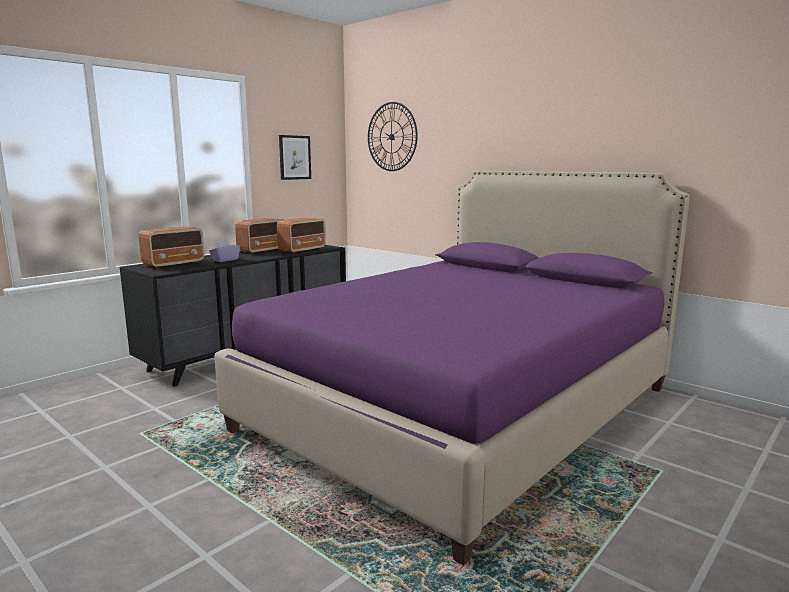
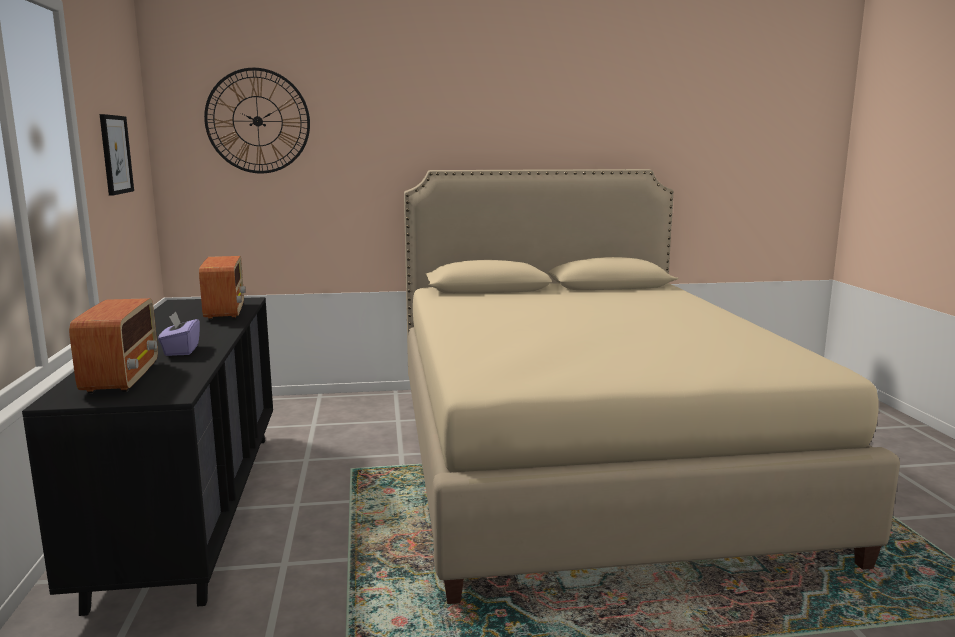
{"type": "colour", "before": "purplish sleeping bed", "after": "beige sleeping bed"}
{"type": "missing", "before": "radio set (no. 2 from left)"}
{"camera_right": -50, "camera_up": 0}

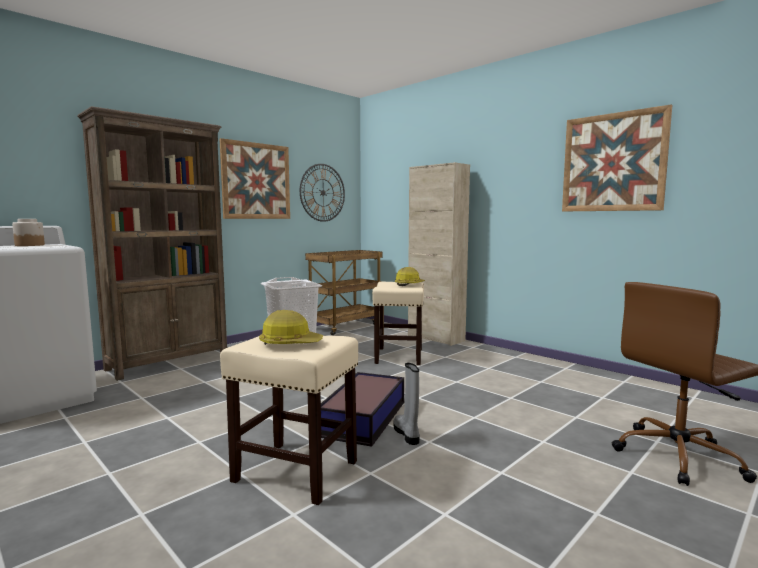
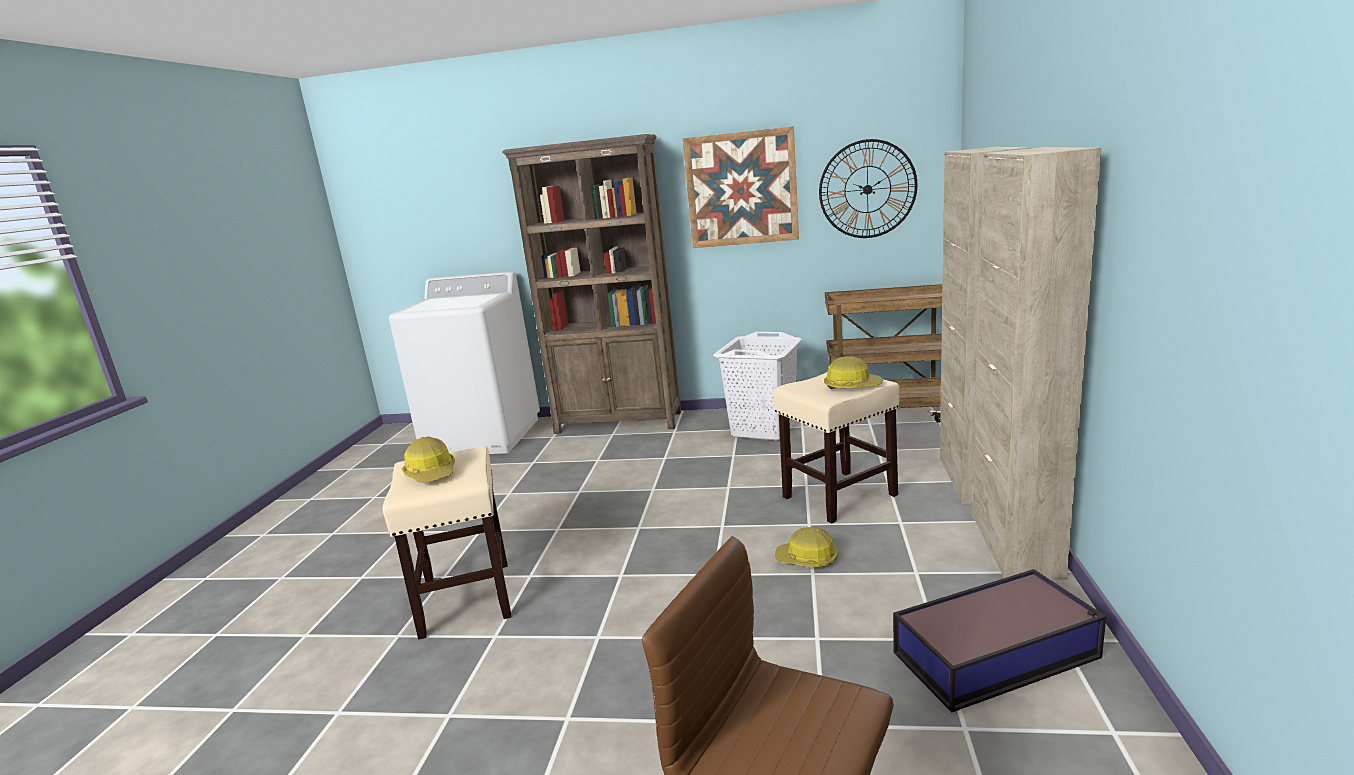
{"type": "appeared", "after": "hard hat (no. 2 from left)"}
{"type": "relocated", "before": "storage container"}
{"type": "appeared", "after": "beige cabinet (no. 2 from left)"}
{"type": "missing", "before": "jar"}
{"type": "missing", "before": "grey high-top boot"}
{"type": "missing", "before": "wall picture (no. 2 from left)"}
{"camera_right": 55, "camera_up": 10}

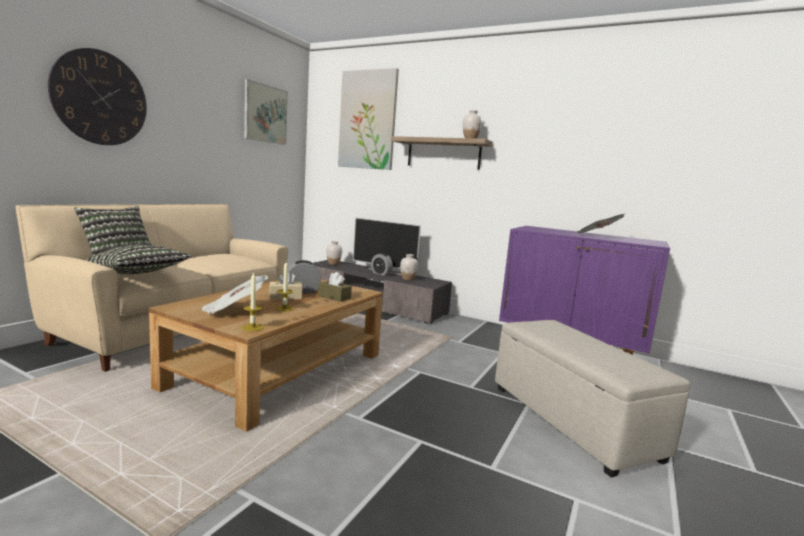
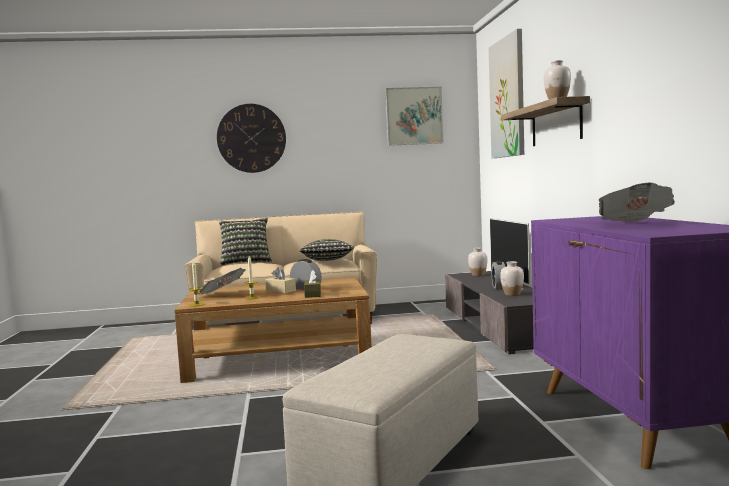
{"type": "relocated", "before": "cushion (no. 2 from left)"}
{"camera_right": 55, "camera_up": -5}

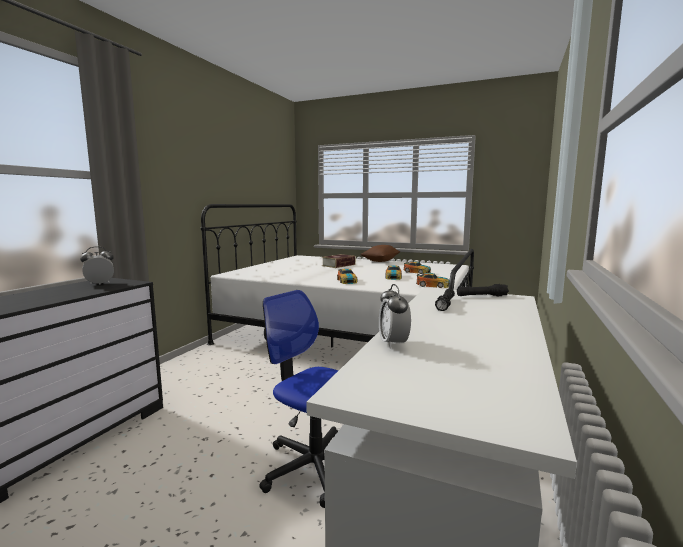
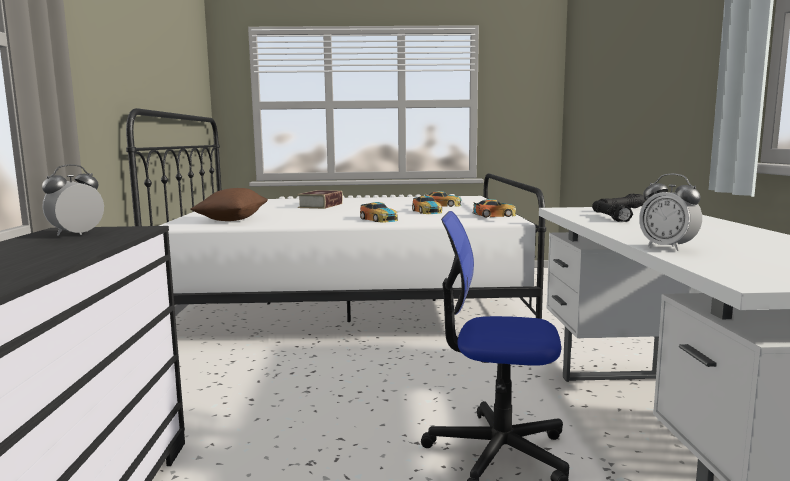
{"type": "relocated", "before": "brown-coloured cushion"}
{"camera_right": -25, "camera_up": 0}

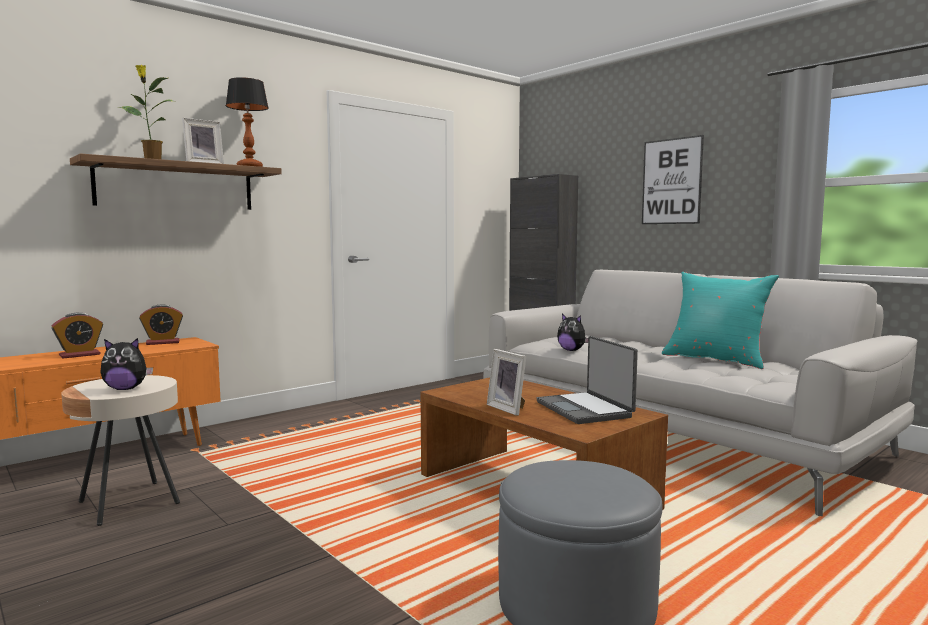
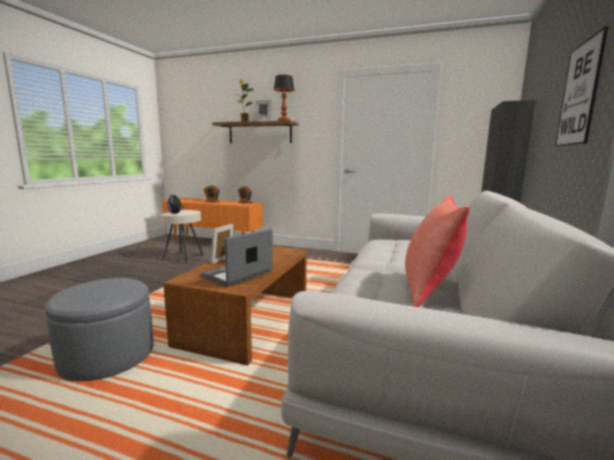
{"type": "colour", "before": "turquoise-coloured cushion", "after": "red cushion"}
{"type": "missing", "before": "cuddly toy (no. 2 from left)"}
{"camera_right": 60, "camera_up": 5}

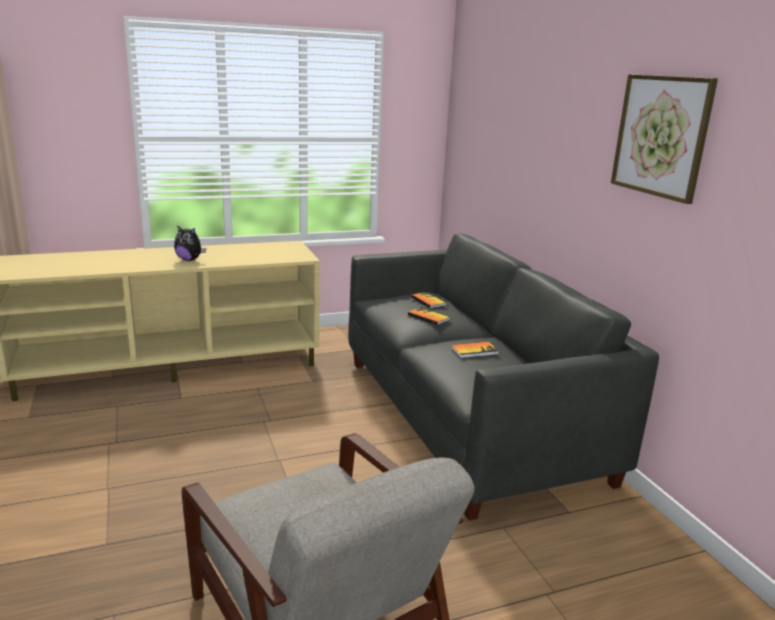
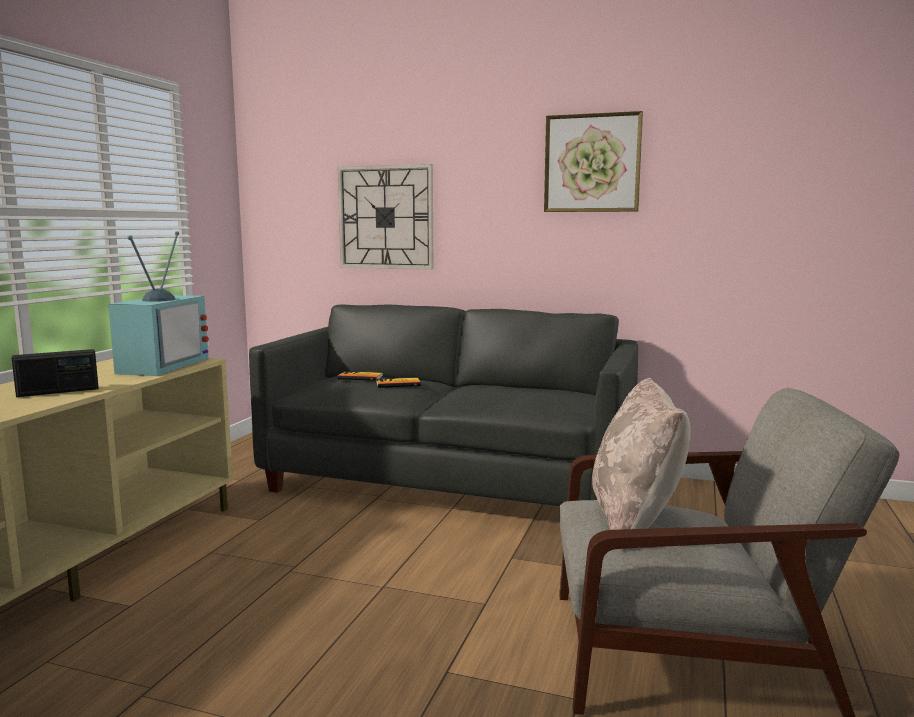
{"type": "exchanged", "before": "cuddly toy", "after": "radio set"}
{"type": "appeared", "after": "TV set"}
{"type": "appeared", "after": "wall clock"}
{"type": "appeared", "after": "beige cushion"}
{"type": "missing", "before": "bound book (no. 3 from left)"}
{"camera_right": -50, "camera_up": -10}

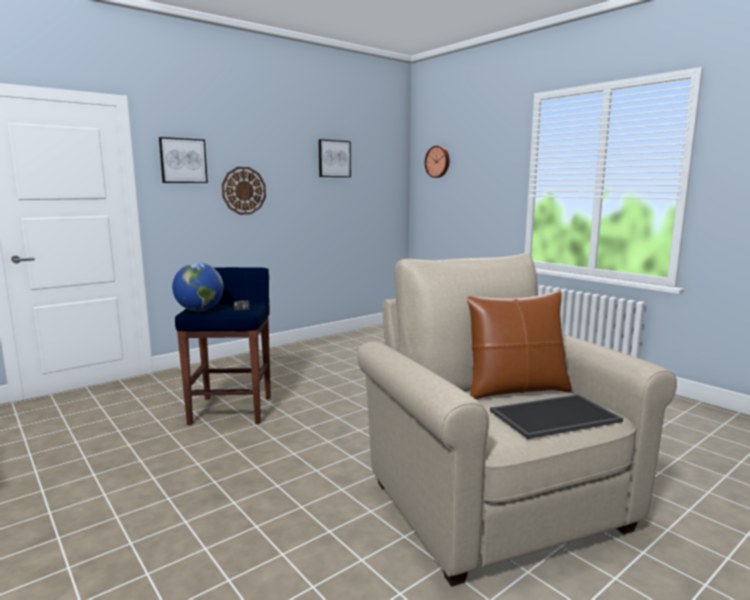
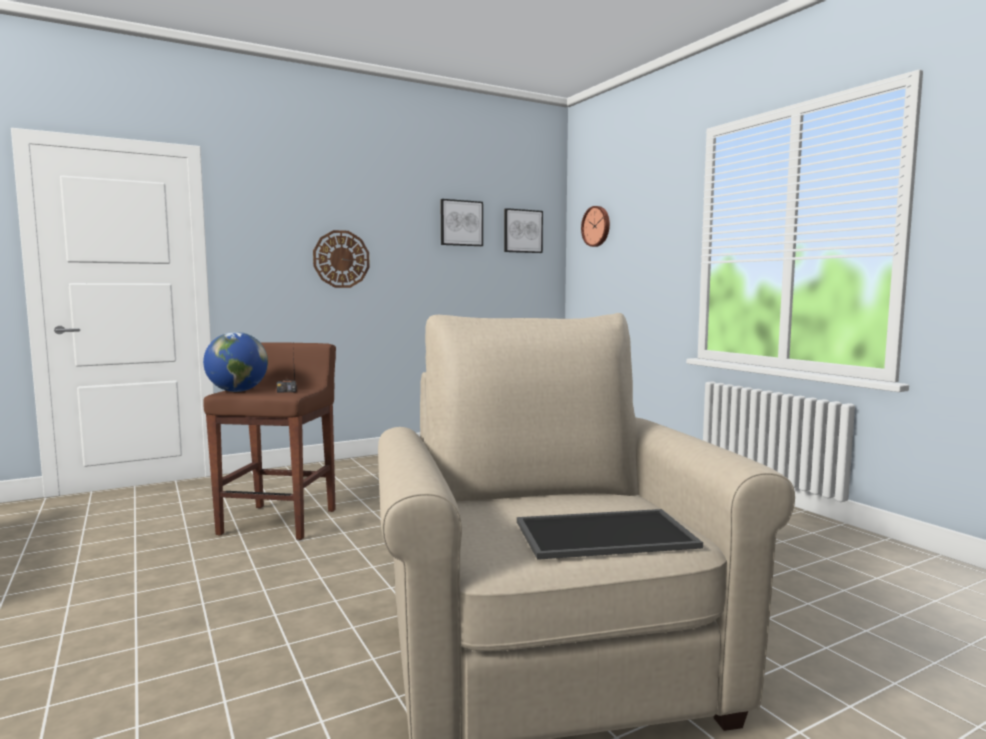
{"type": "colour", "before": "blue-coloured sitting stool", "after": "brown-coloured sitting stool"}
{"type": "relocated", "before": "wall picture (no. 1 from left in the first image)", "after": "wall picture (no. 2 from left)"}
{"type": "missing", "before": "brown-coloured cushion"}
{"camera_right": 10, "camera_up": -5}

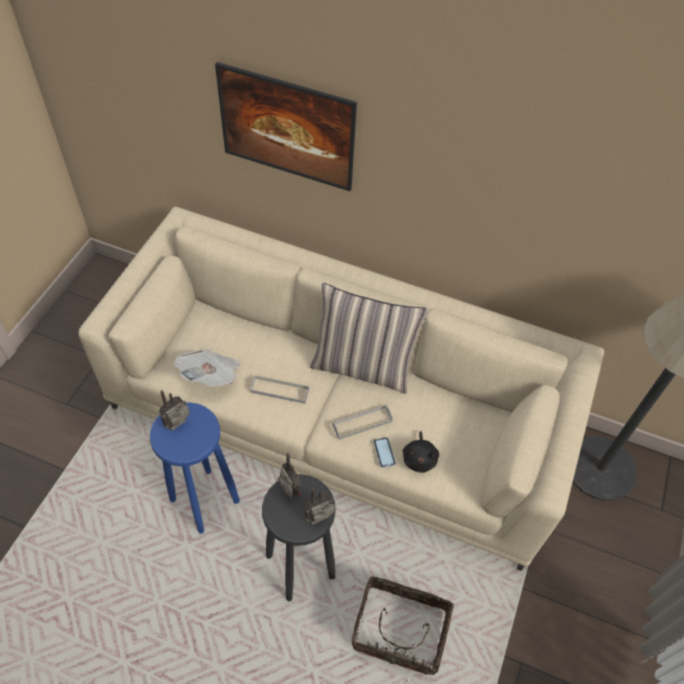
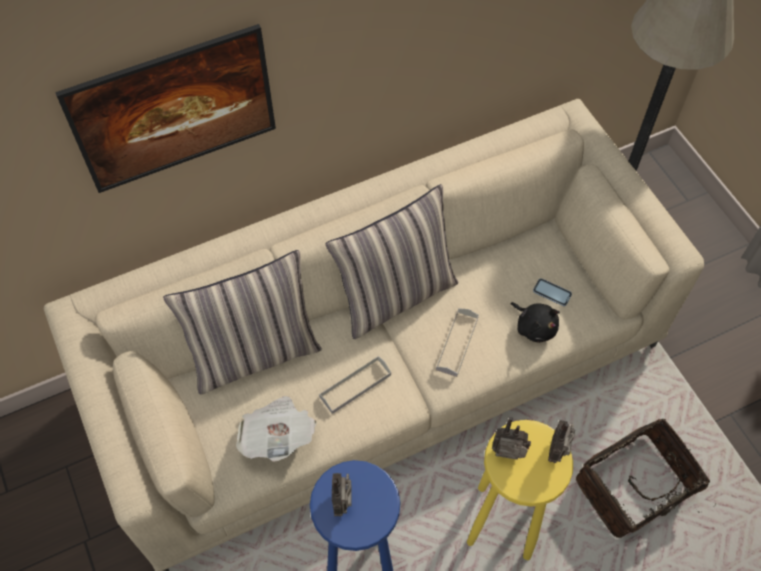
{"type": "appeared", "after": "cushion (no. 1 from left)"}
{"type": "colour", "before": "black-coloured sitting stool", "after": "yellowish sitting stool"}
{"type": "relocated", "before": "phone"}
{"camera_right": -45, "camera_up": 5}

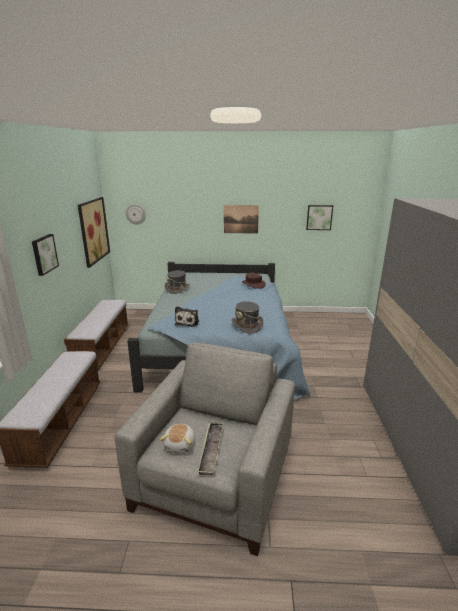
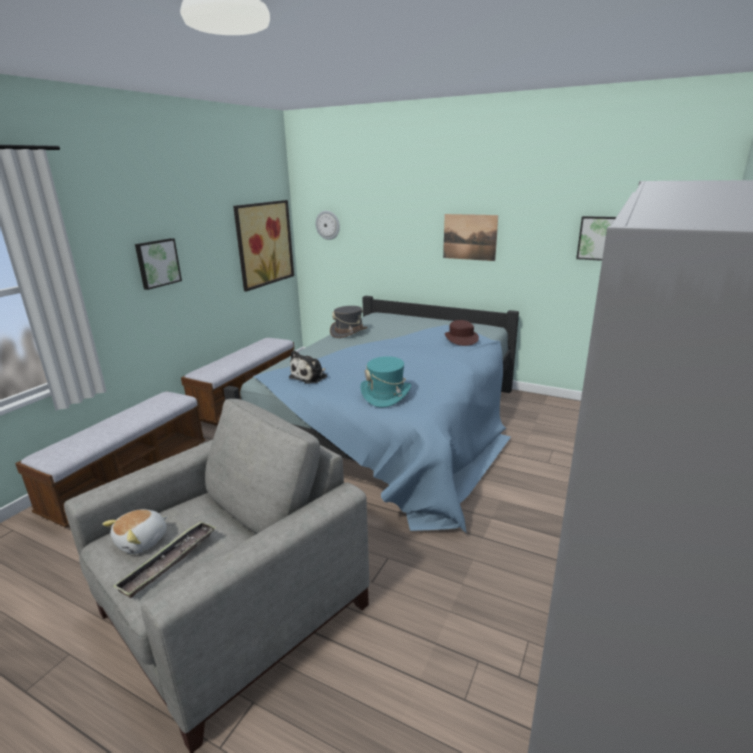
{"type": "colour", "before": "grey hat (no. 2 from left)", "after": "turquoise-coloured hat"}
{"camera_right": 25, "camera_up": 0}

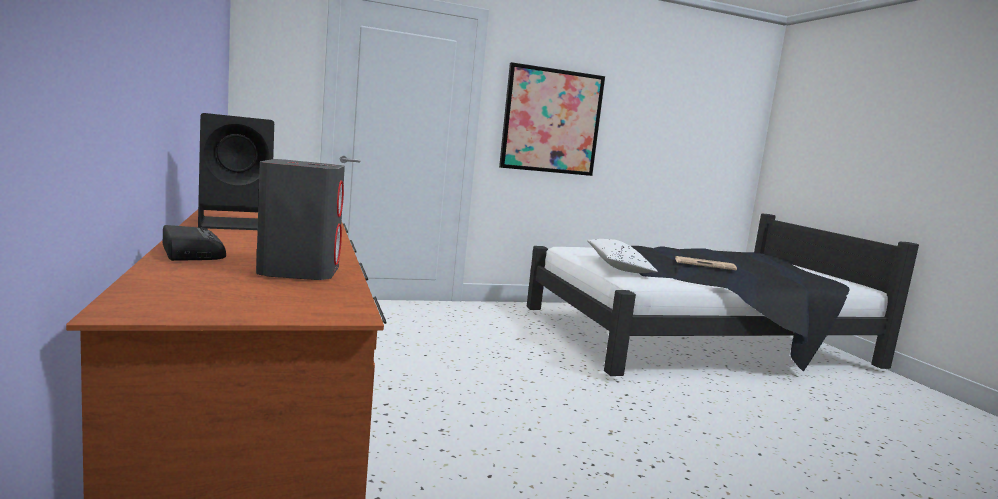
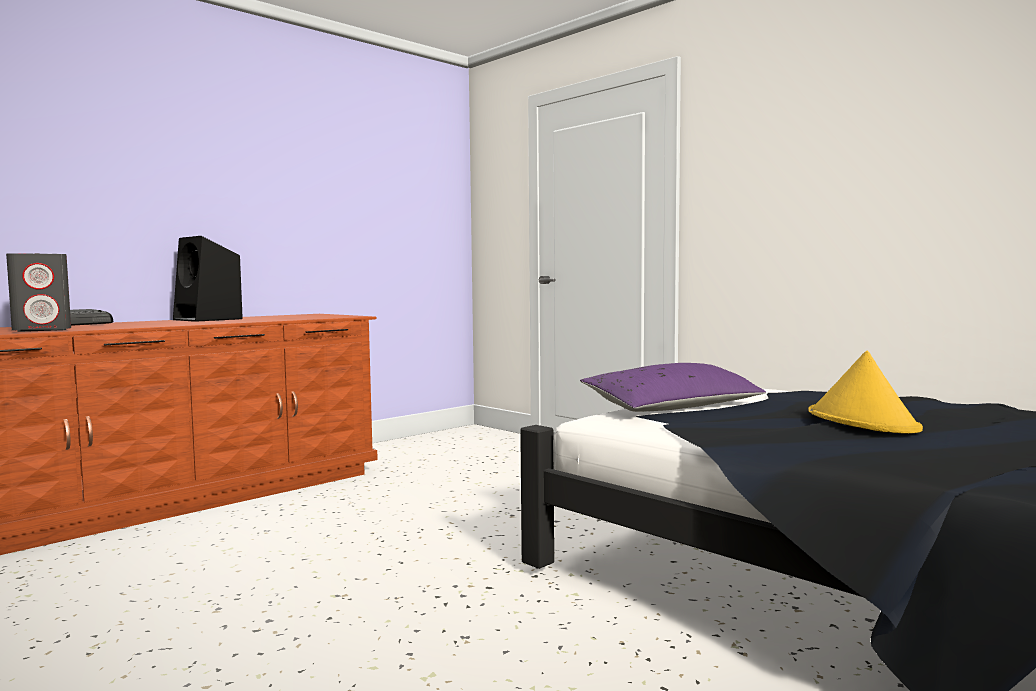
{"type": "colour", "before": "white-coloured cushion", "after": "purplish cushion"}
{"type": "exchanged", "before": "printed paper", "after": "yellowish hat"}
{"type": "missing", "before": "wall picture"}
{"camera_right": 65, "camera_up": -5}

